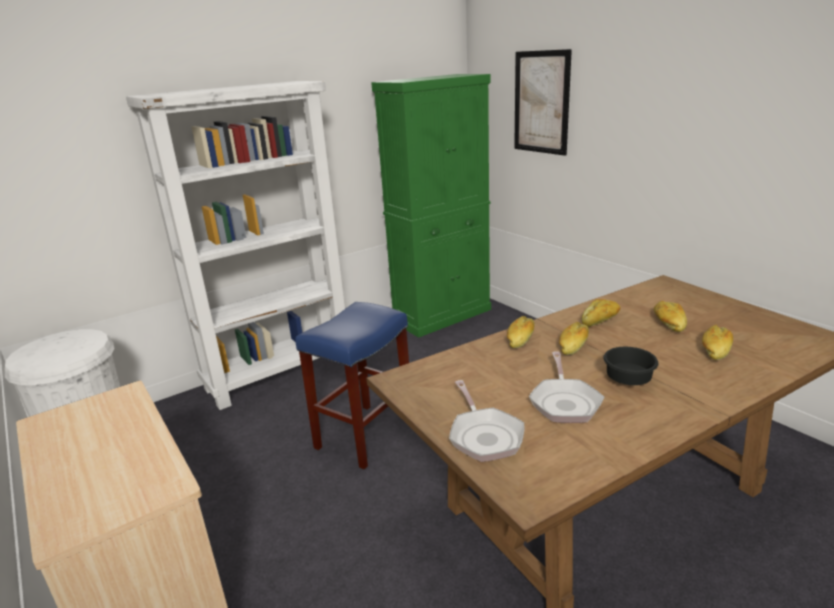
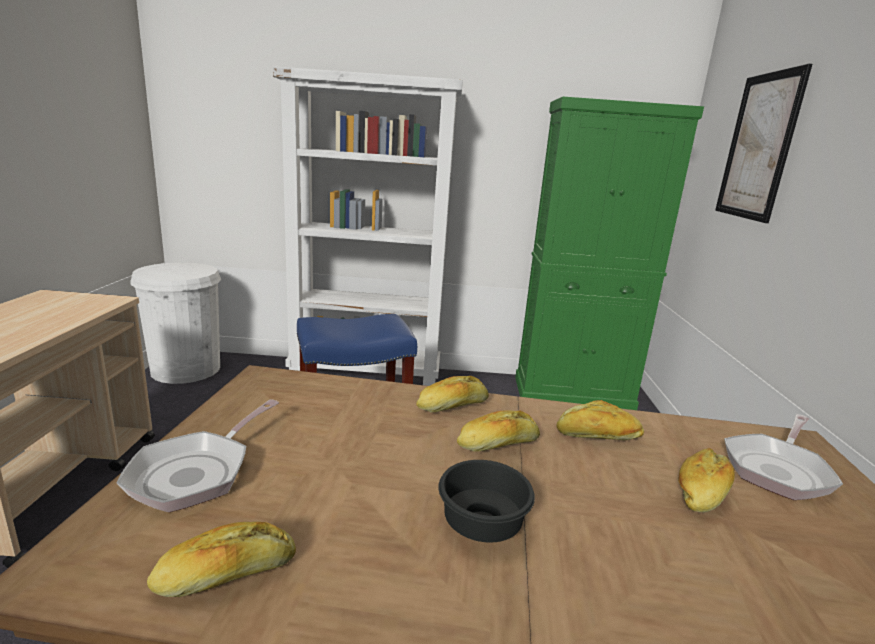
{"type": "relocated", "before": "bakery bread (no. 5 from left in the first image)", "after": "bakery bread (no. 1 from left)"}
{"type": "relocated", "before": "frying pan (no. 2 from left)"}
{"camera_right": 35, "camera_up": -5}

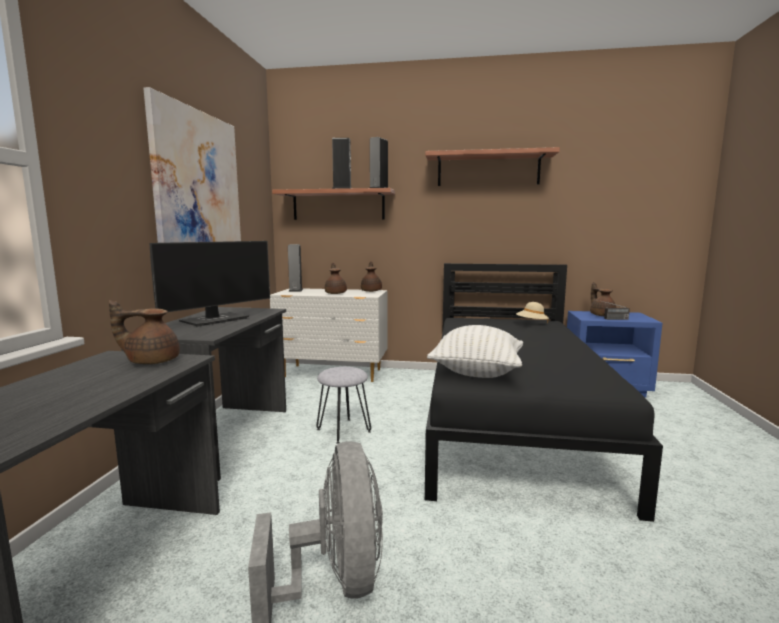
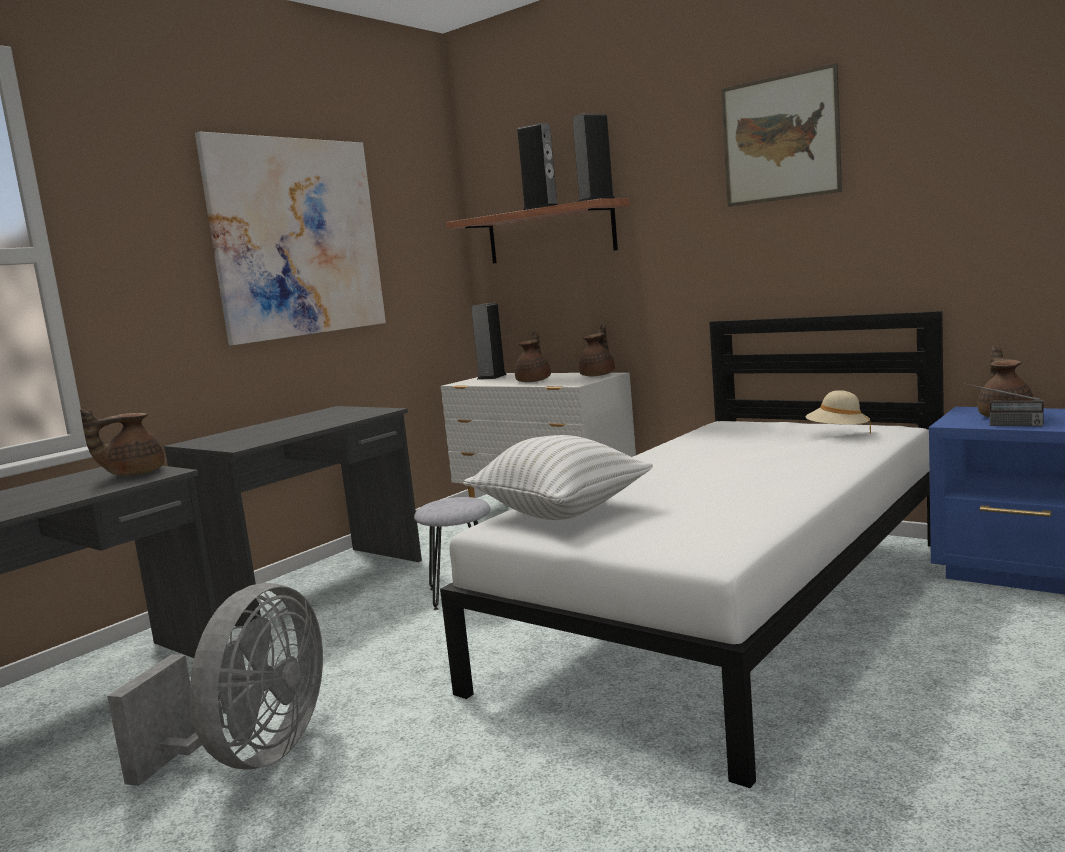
{"type": "spun", "before": "brown-coloured tea pot (no. 1 from left)", "turn": -60}
{"type": "colour", "before": "black-coloured sleeping bed", "after": "white-coloured sleeping bed"}
{"type": "exchanged", "before": "bracket shelf (no. 2 from left)", "after": "wall picture (no. 2 from left)"}
{"type": "missing", "before": "monitor"}
{"camera_right": 30, "camera_up": 0}

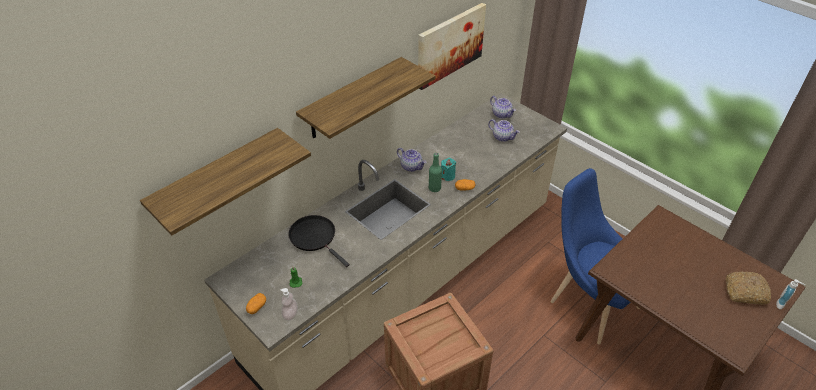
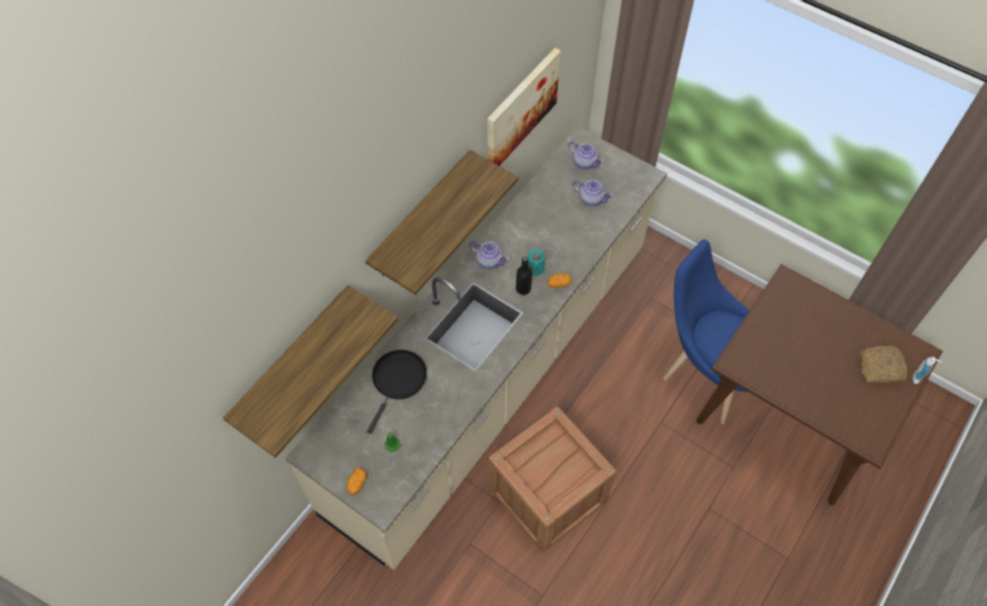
{"type": "spun", "before": "black-coloured frying pan", "turn": 75}
{"type": "colour", "before": "green-coloured bottle", "after": "black-coloured bottle"}
{"type": "missing", "before": "liquid soap bottle (no. 1 from left)"}
{"camera_right": -10, "camera_up": 15}

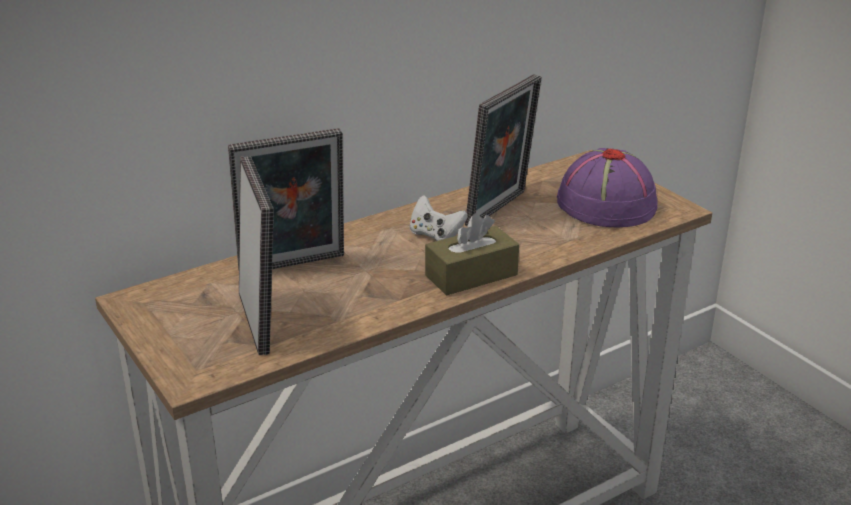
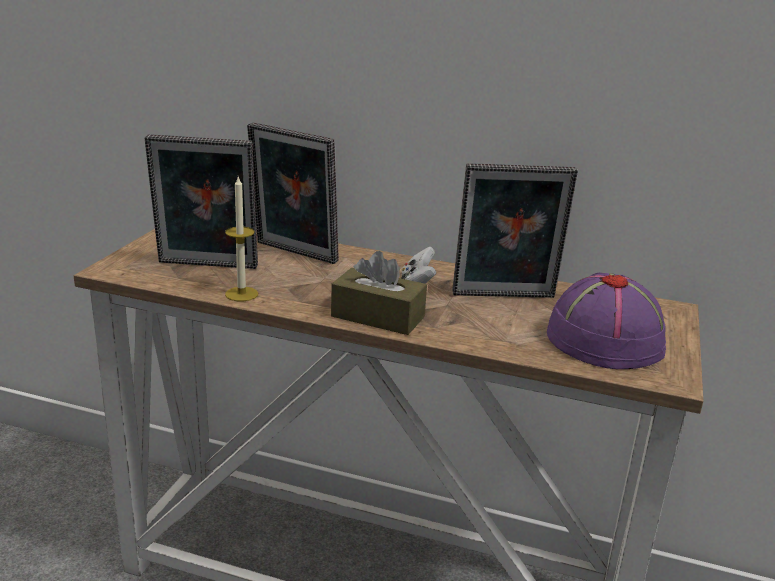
{"type": "spun", "before": "photo frame (no. 1 from left)", "turn": 60}
{"type": "appeared", "after": "wax light"}
{"camera_right": 50, "camera_up": -5}

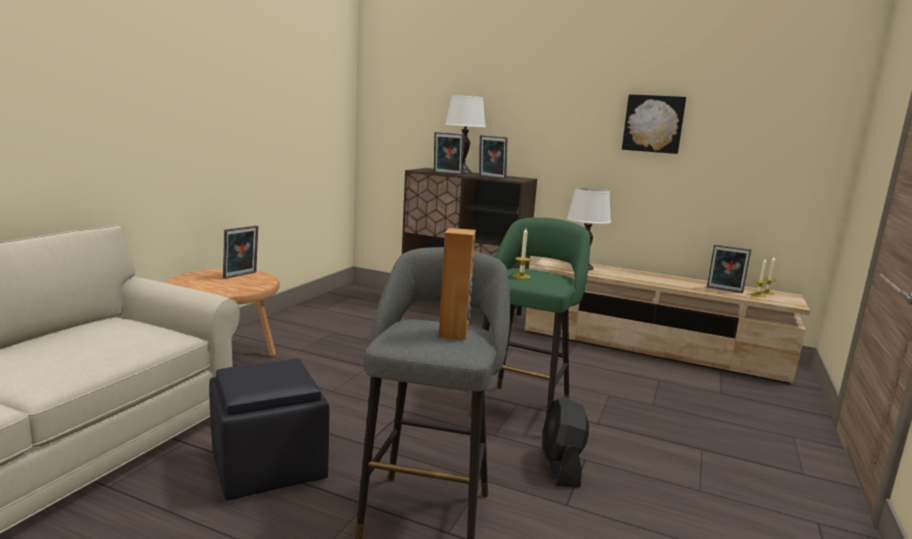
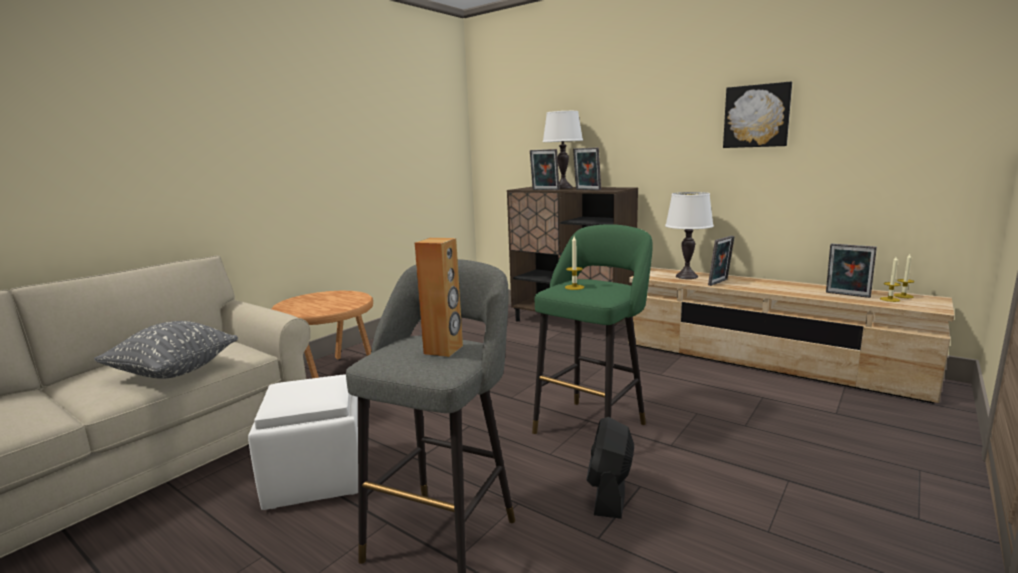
{"type": "appeared", "after": "grey cushion"}
{"type": "colour", "before": "black-coloured footrest", "after": "white-coloured footrest"}
{"type": "relocated", "before": "photo frame (no. 1 from left in the first image)", "after": "photo frame (no. 3 from left)"}
{"camera_right": 15, "camera_up": 0}

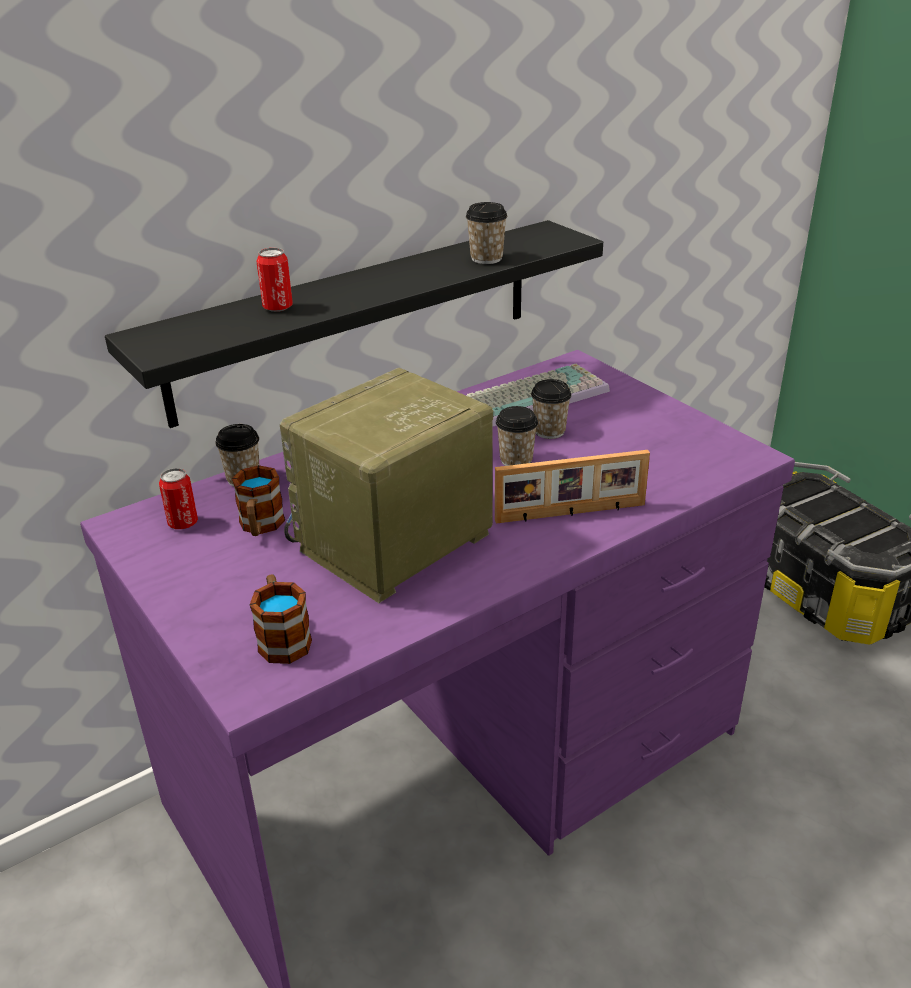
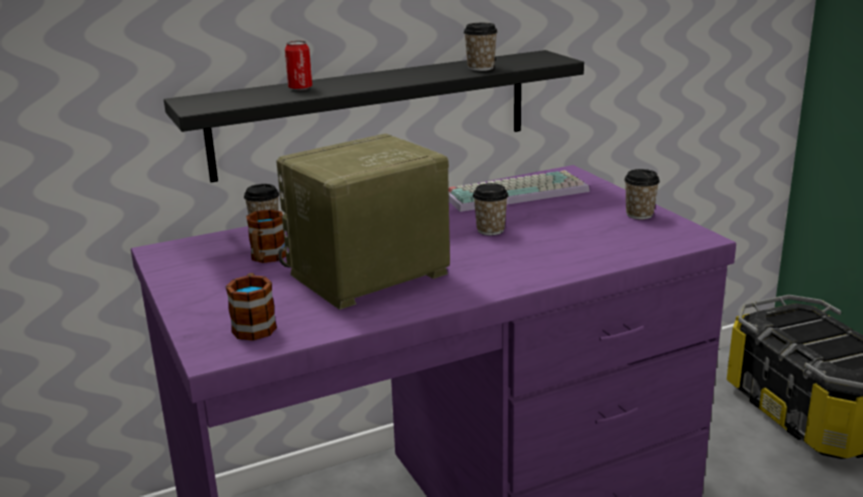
{"type": "relocated", "before": "small cup (no. 4 from left)"}
{"type": "missing", "before": "sealed can (no. 1 from left)"}
{"type": "missing", "before": "photo frame"}
{"camera_right": 10, "camera_up": -10}

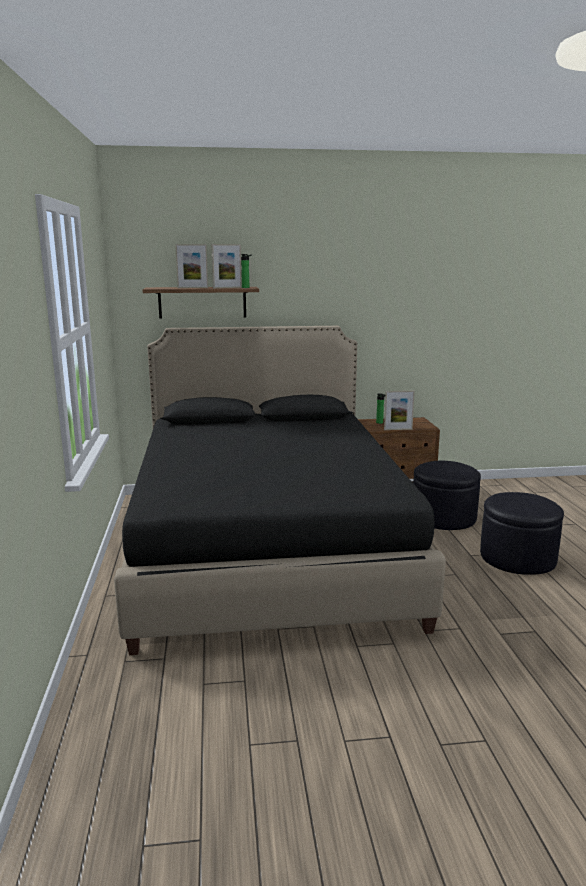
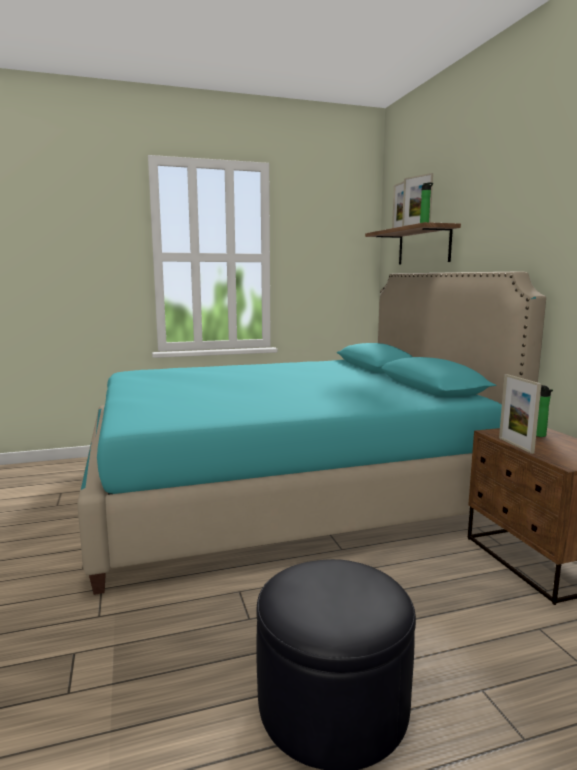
{"type": "colour", "before": "black-coloured sleeping bed", "after": "turquoise-coloured sleeping bed"}
{"type": "missing", "before": "black-coloured footrest (no. 1 from left)"}
{"camera_right": 80, "camera_up": -5}

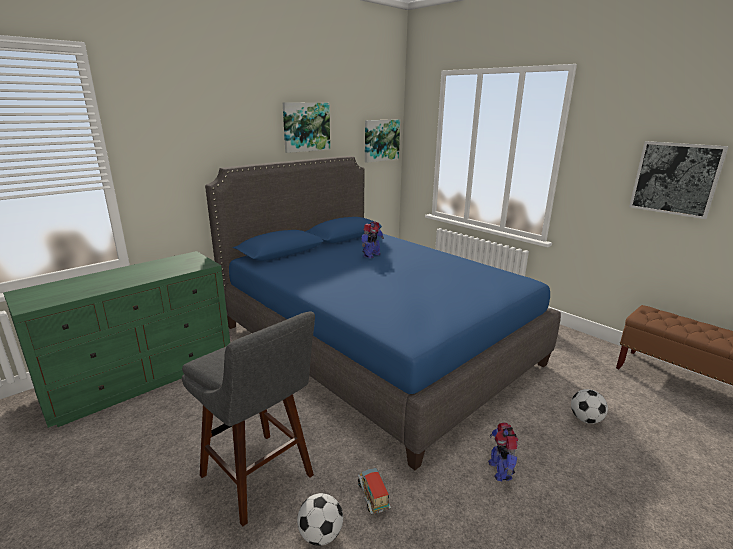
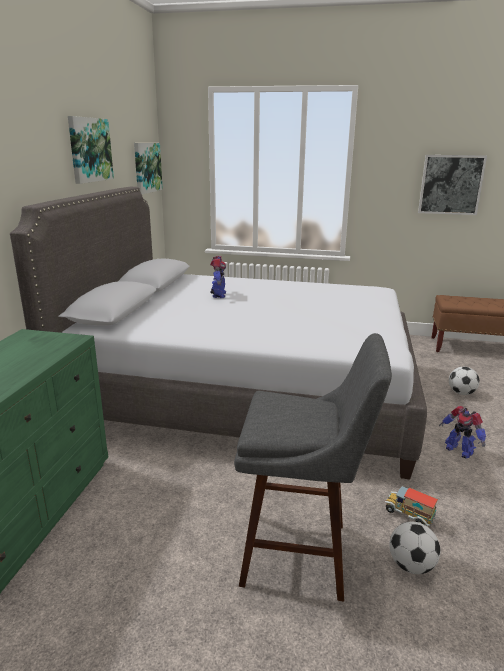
{"type": "colour", "before": "blue-coloured sleeping bed", "after": "grey sleeping bed"}
{"camera_right": -35, "camera_up": 0}

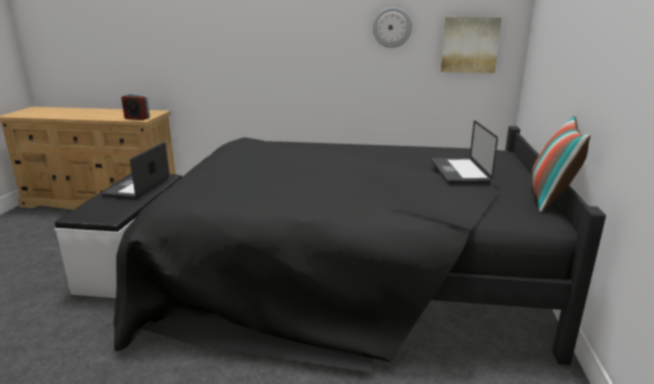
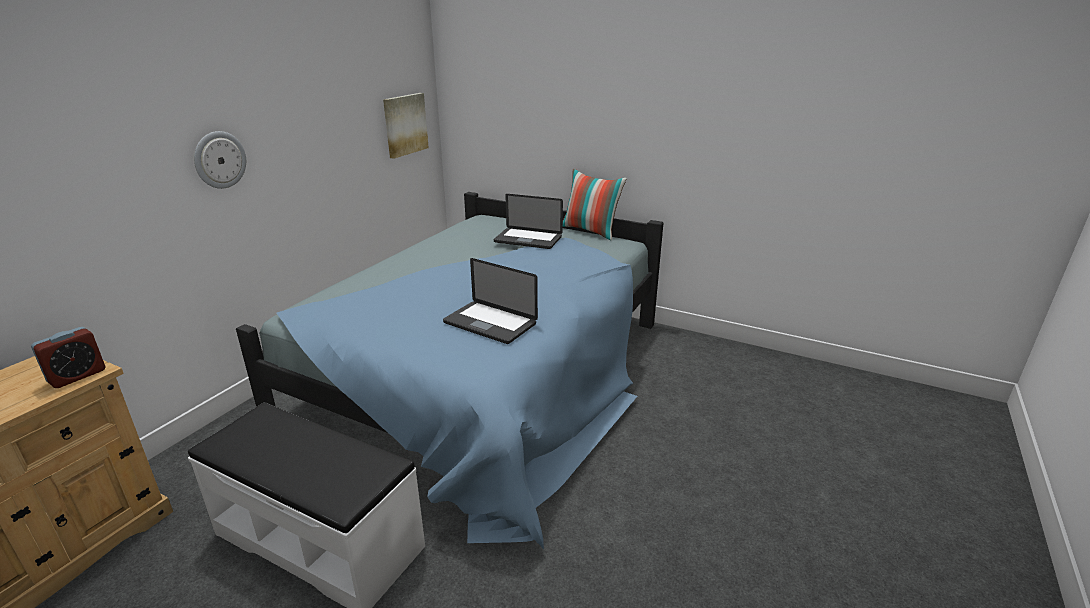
{"type": "relocated", "before": "wall clock"}
{"type": "colour", "before": "black-coloured sleeping bed", "after": "blue-coloured sleeping bed"}
{"type": "relocated", "before": "portable computer (no. 1 from left)"}
{"camera_right": -70, "camera_up": 5}

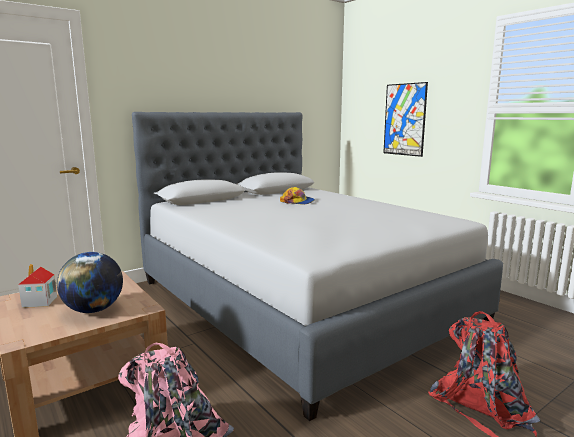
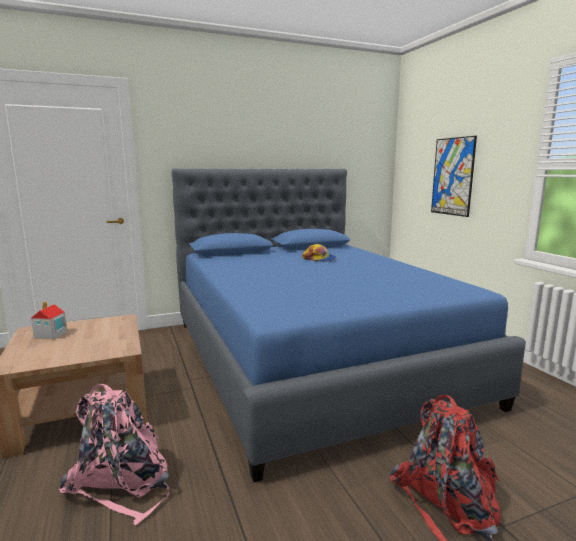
{"type": "colour", "before": "grey sleeping bed", "after": "blue-coloured sleeping bed"}
{"type": "missing", "before": "globe"}
{"camera_right": 15, "camera_up": 0}

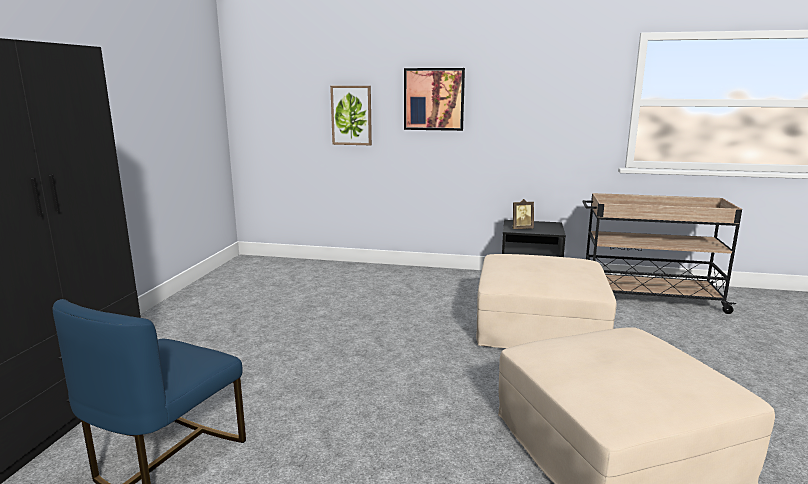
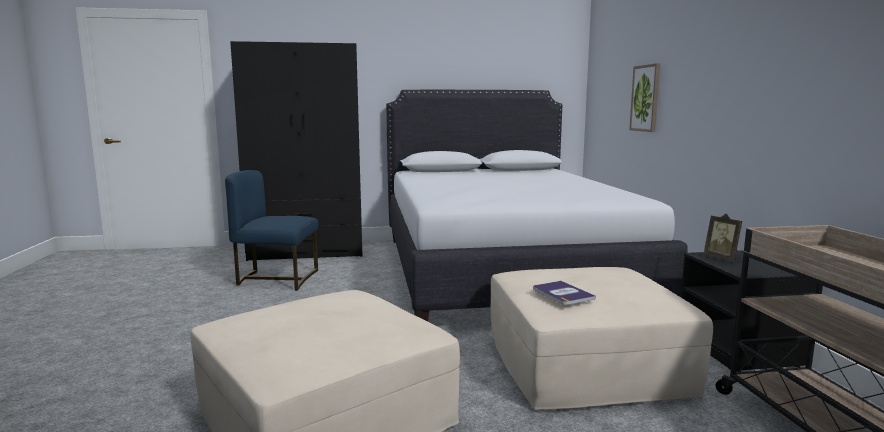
{"type": "appeared", "after": "white-coloured sleeping bed"}
{"type": "appeared", "after": "bound book"}
{"type": "missing", "before": "wall picture (no. 2 from left)"}
{"camera_right": 70, "camera_up": -5}

